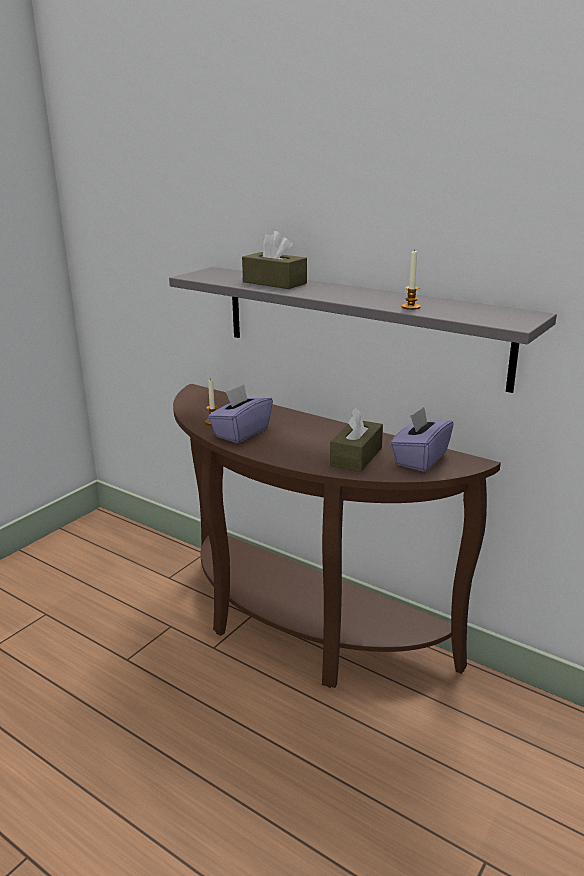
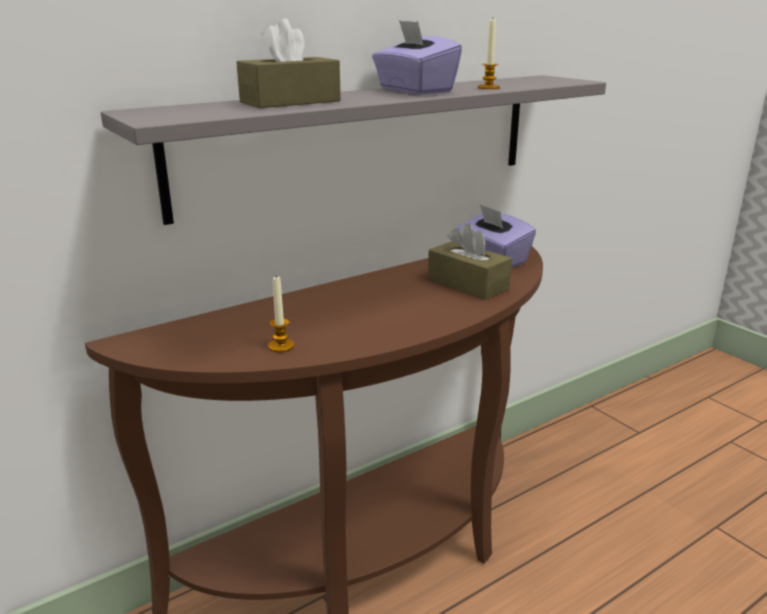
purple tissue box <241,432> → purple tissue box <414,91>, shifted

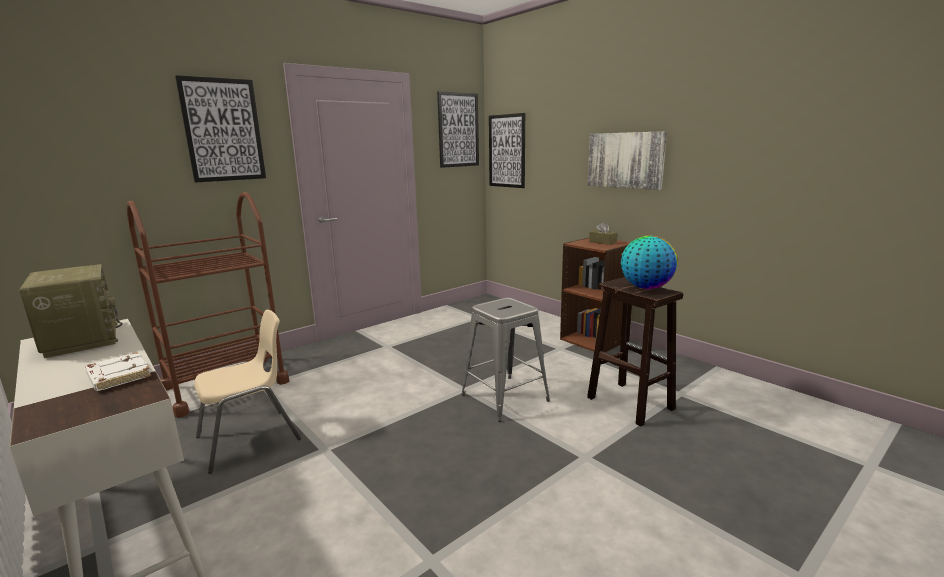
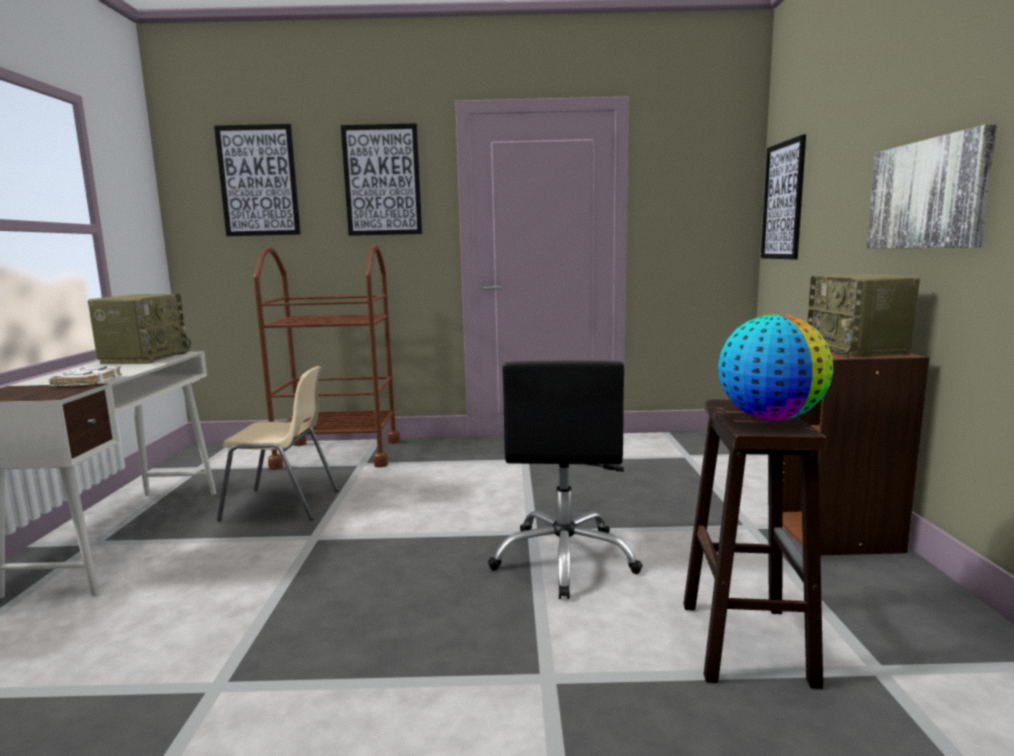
picture <458,130> → picture <258,181>, shifted
brown tissue box <602,242> → radio <857,350>
grey stool <505,397> → black office chair <565,559>

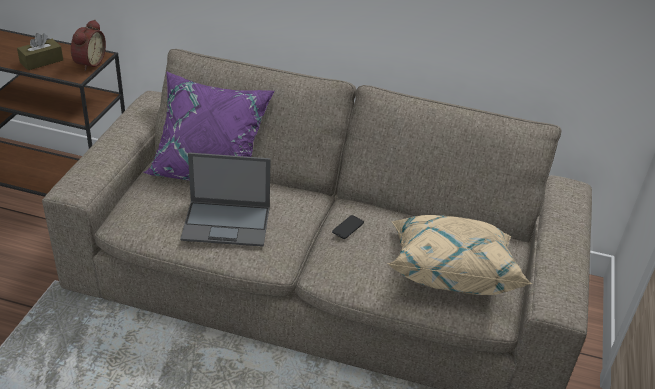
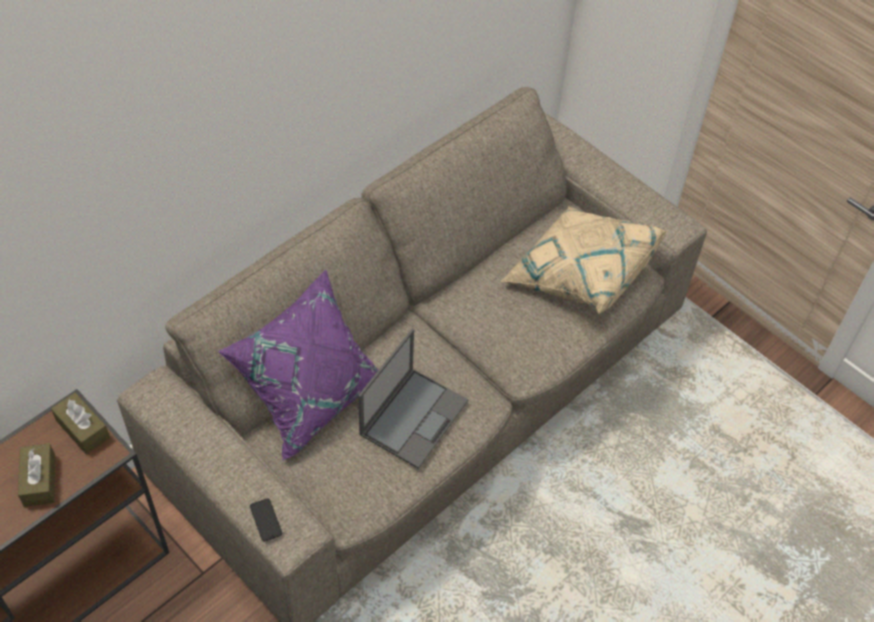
alarm clock <88,63> → brown tissue box <83,429>
phone <348,227> → phone <266,520>, shifted

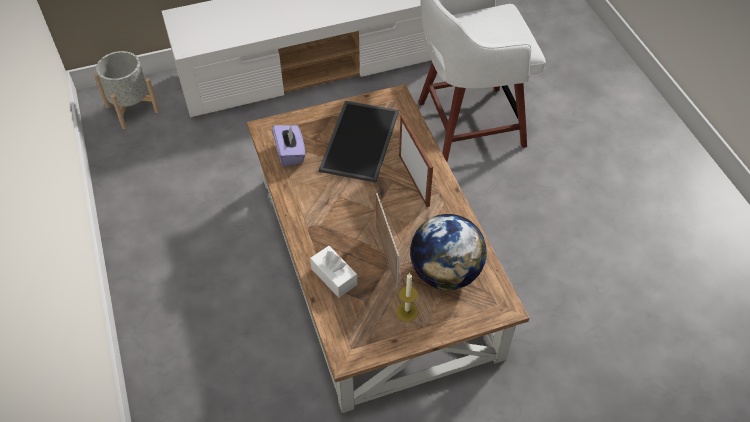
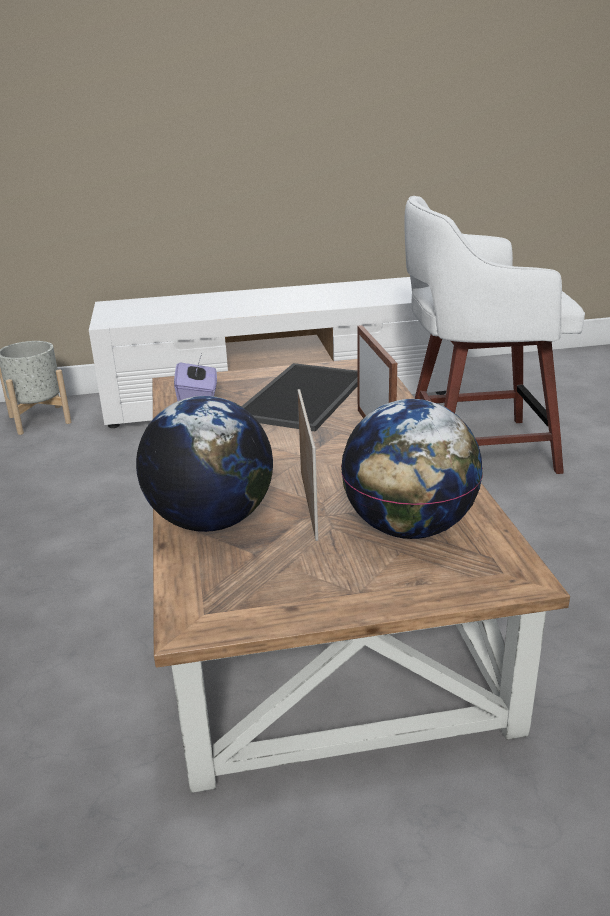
white tissue box <334,276> → globe <210,521>
candle <407,311> → -

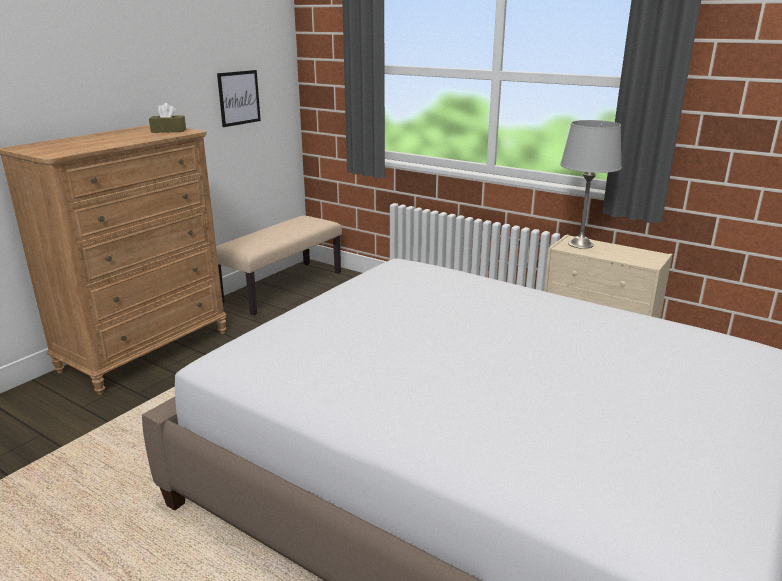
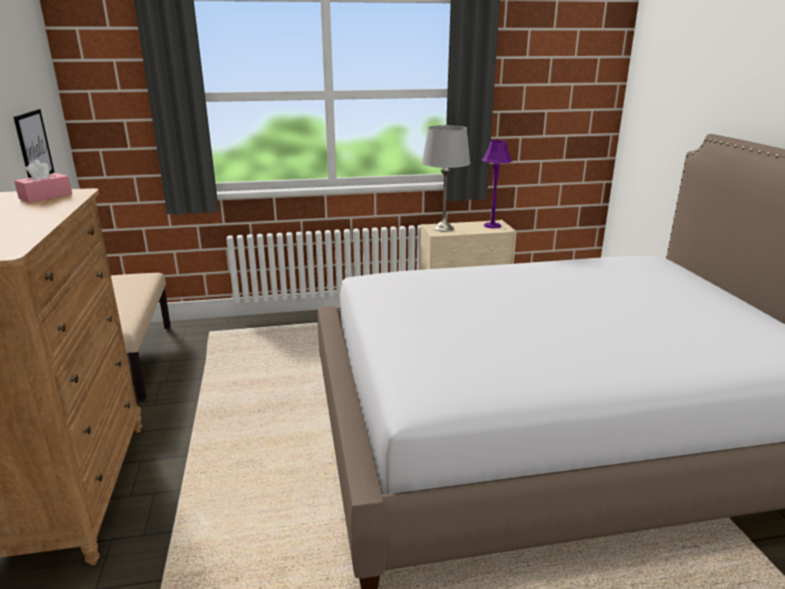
brown tissue box <168,131> → pink tissue box <46,196>
- → purple table lamp <492,226>

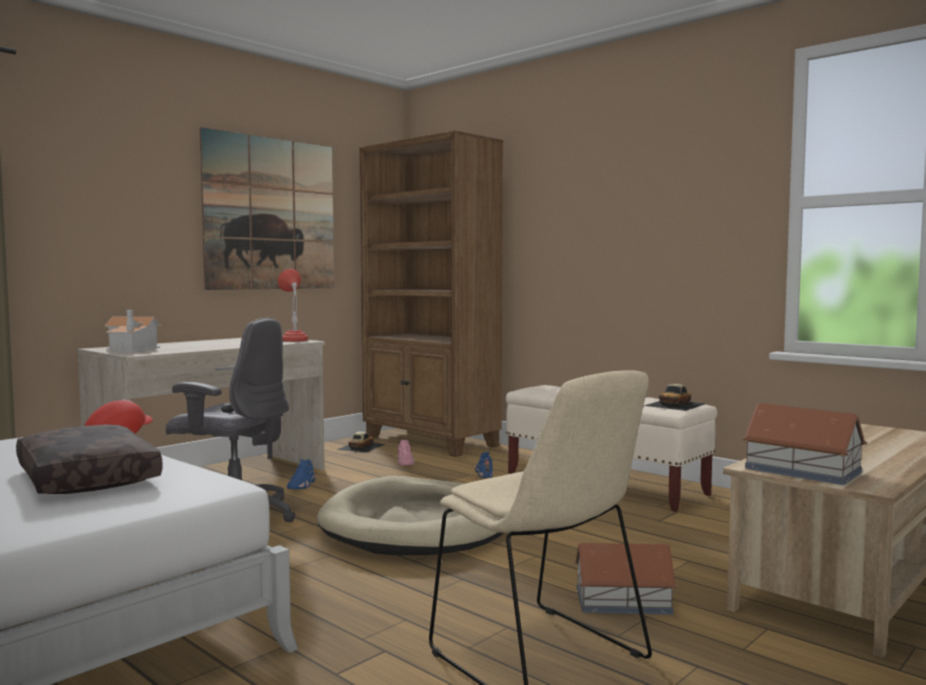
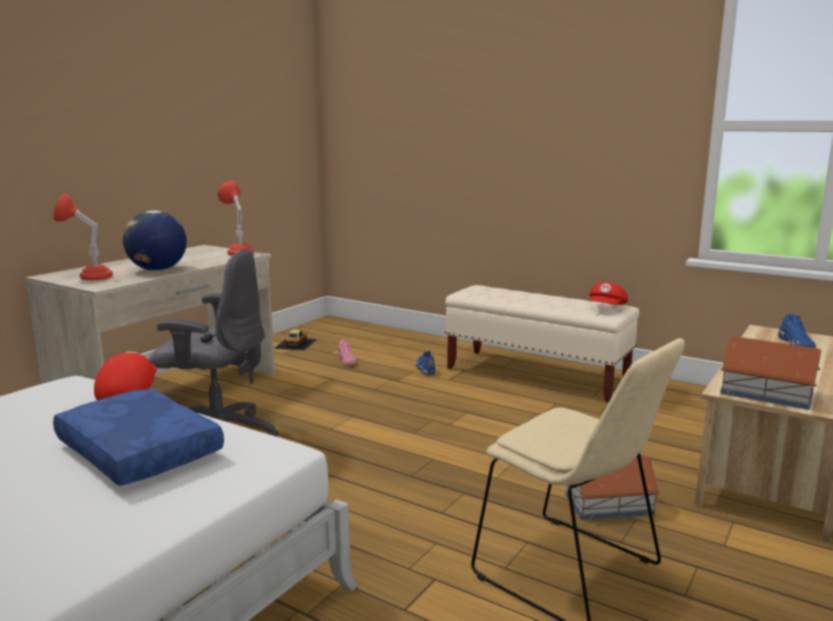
picture <271,214> → -
brown bookcase <431,441> → -
toy house <132,349> → red table lamp <88,277>
toy car <676,404> → red cap <607,308>
brown pillow <84,478> → blue pillow <136,452>
blue shoe <302,485> → blue shoe <796,344>, shifted
beige dog bed <420,525> → -
- → globe <157,270>

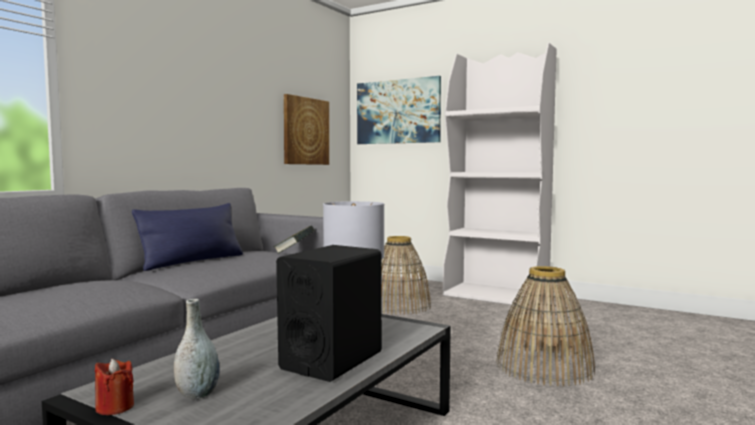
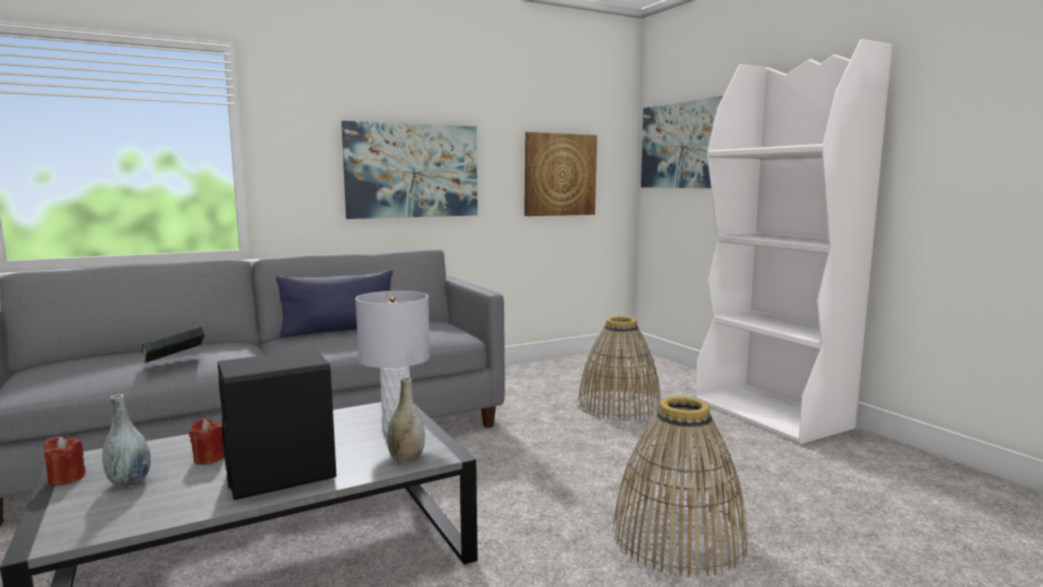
book <294,251> → book <174,361>, shifted
- → picture <412,171>
- → grey vase <406,459>
- → red candle <209,458>

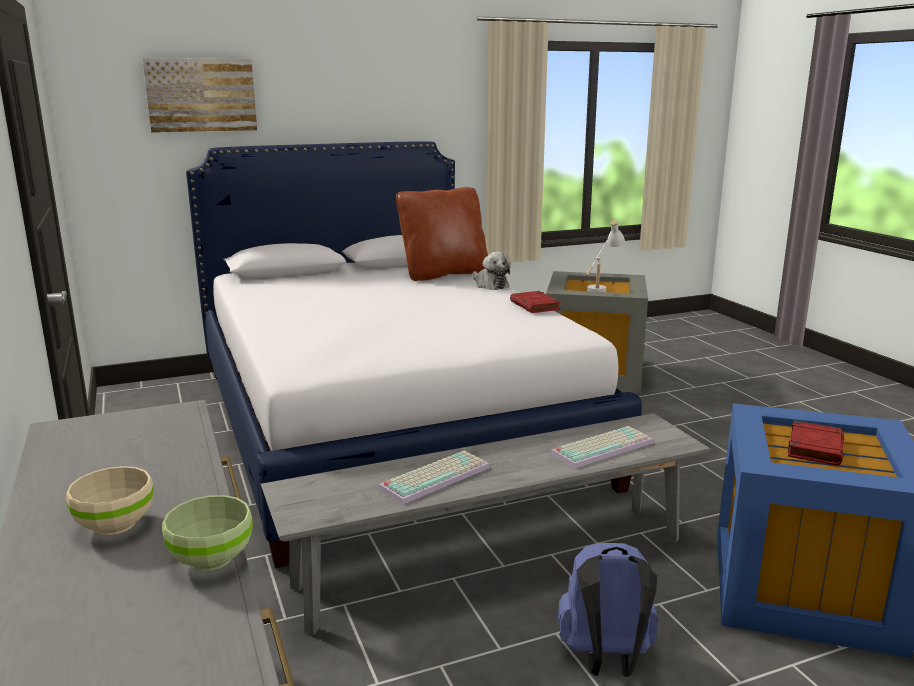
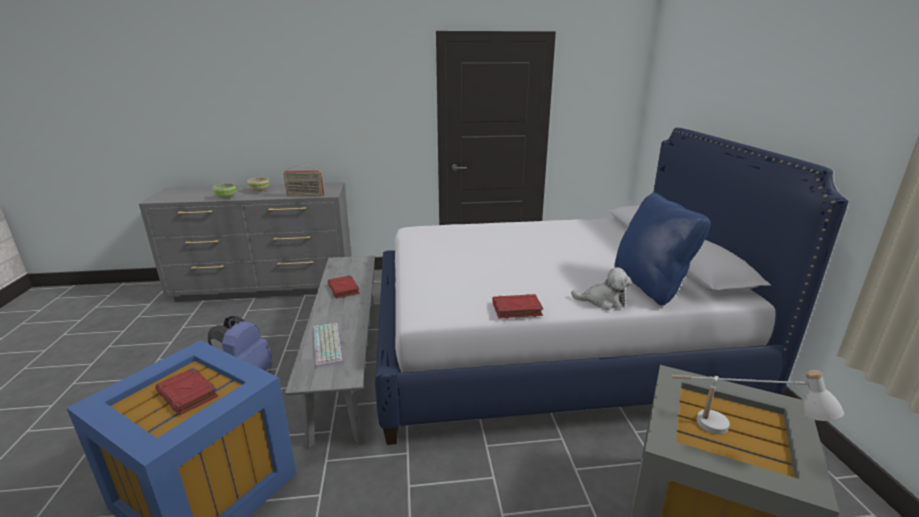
picture <201,95> → -
brown pillow <443,274> → blue pillow <650,286>
plush toy <490,285> → plush toy <603,301>, 150 degrees counterclockwise
keyboard <435,476> → red book <344,289>
- → radio <305,195>

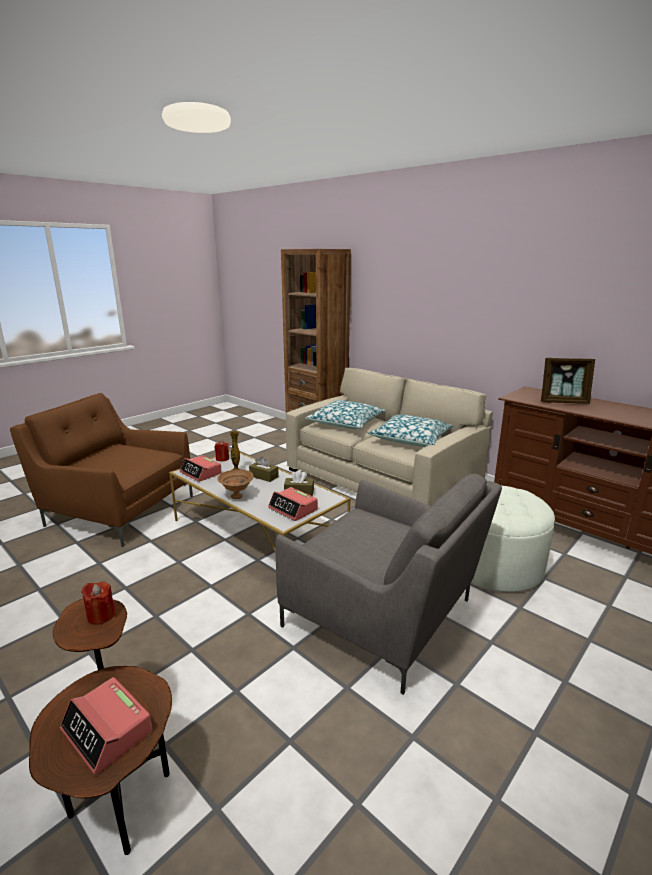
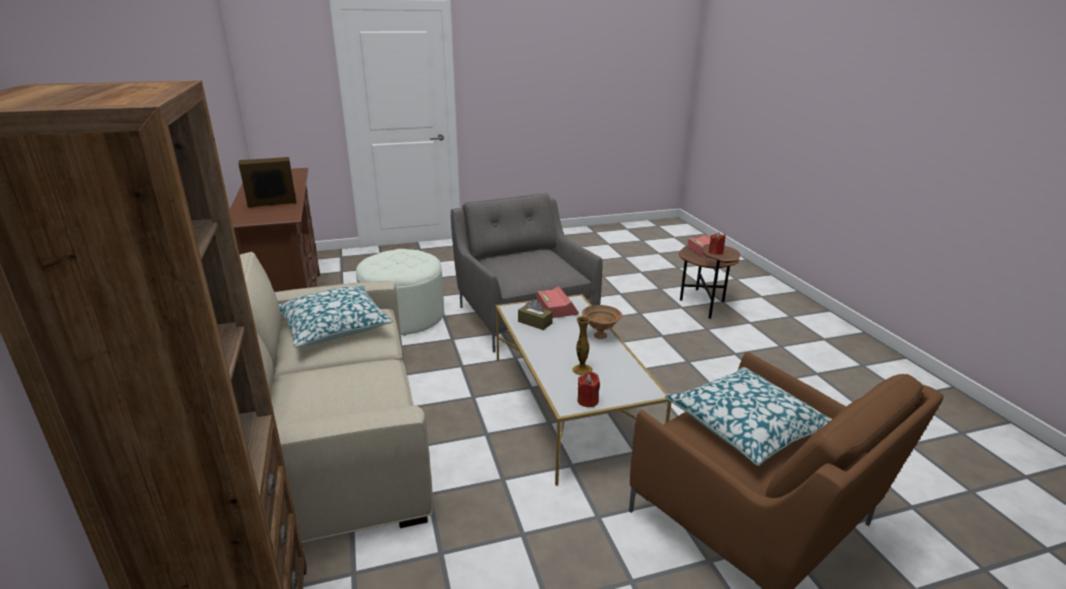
picture frame <563,402> → picture frame <272,204>, 60 degrees counterclockwise
pillow <346,423> → pillow <747,425>, shifted
alarm clock <201,473> → -
brown tissue box <264,476> → -

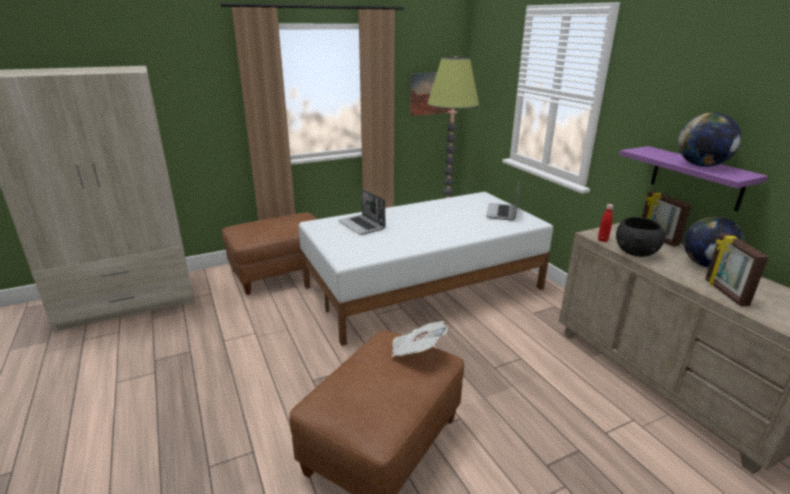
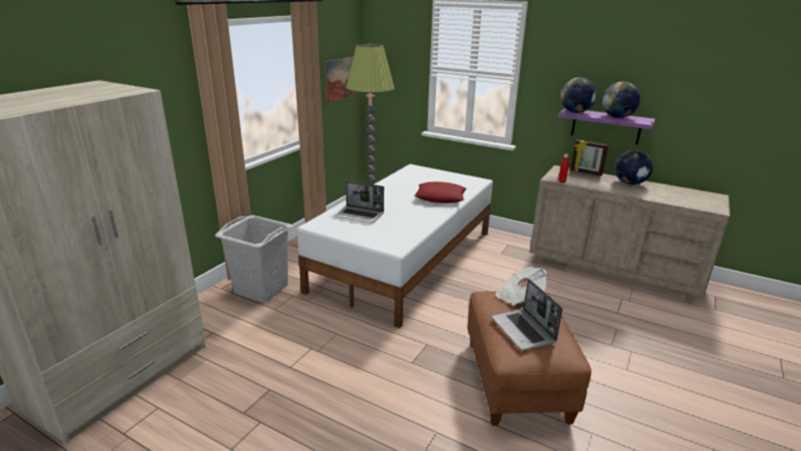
laptop <502,213> → laptop <524,331>, shifted
brown ottoman <281,272> → grey laundry basket <261,288>
black bowl <636,253> → -
picture frame <725,292> → -
- → globe <575,112>
- → red pillow <440,197>

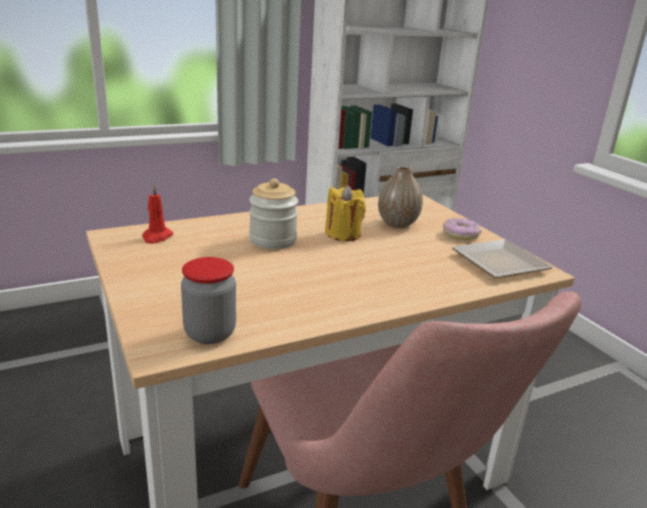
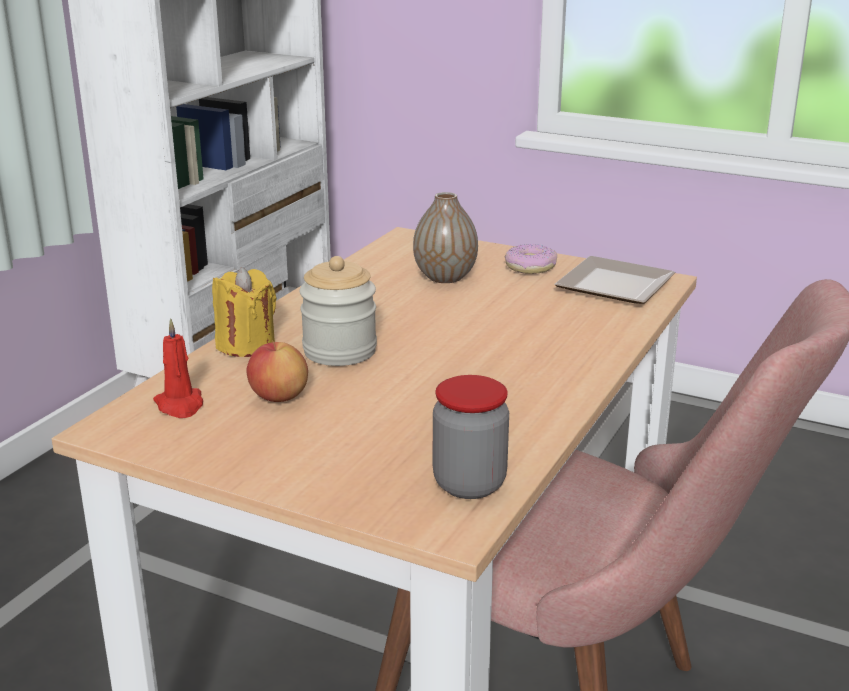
yellow candle <343,234> → yellow candle <246,345>, shifted
- → apple <278,397>

